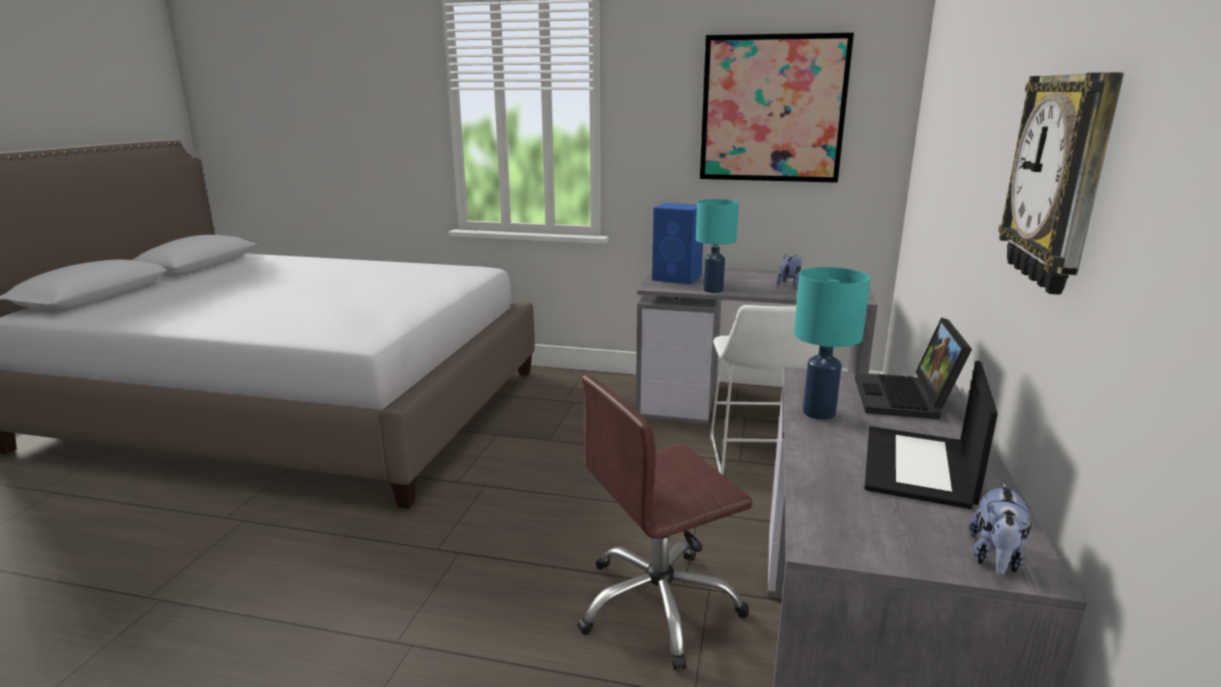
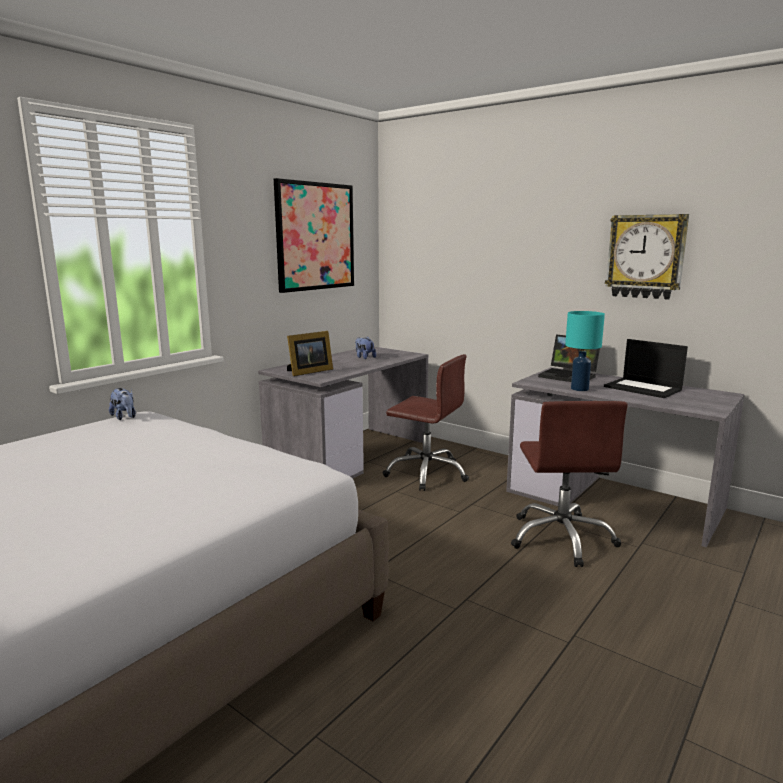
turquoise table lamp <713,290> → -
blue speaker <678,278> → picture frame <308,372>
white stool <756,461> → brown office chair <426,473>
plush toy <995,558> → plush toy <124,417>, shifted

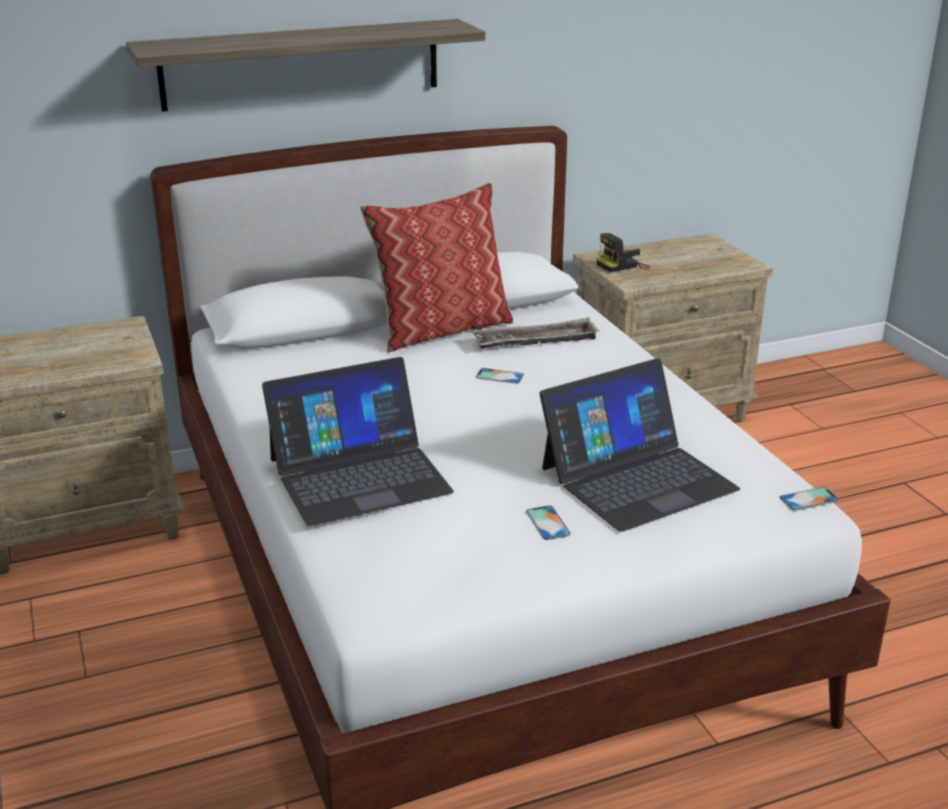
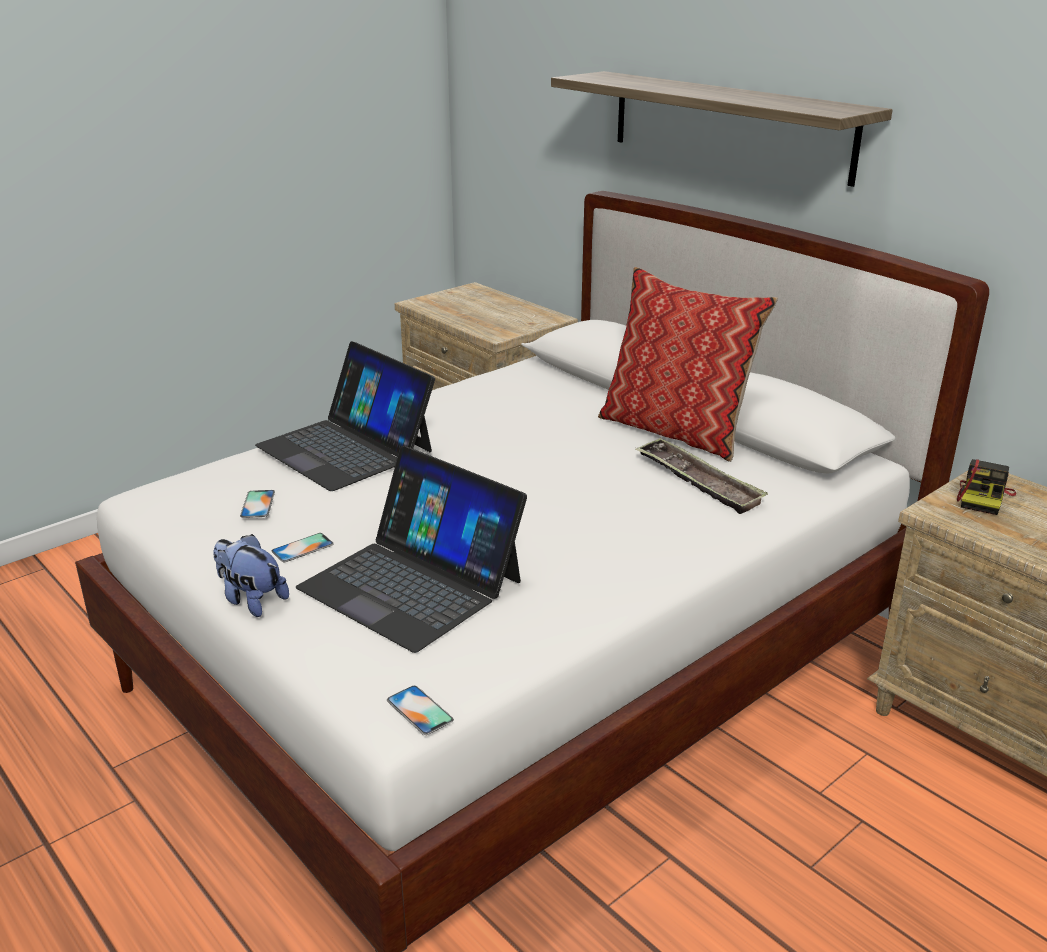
photo camera <622,265> → photo camera <983,498>, 105 degrees counterclockwise
phone <499,376> → phone <258,504>, shifted
- → plush toy <251,600>

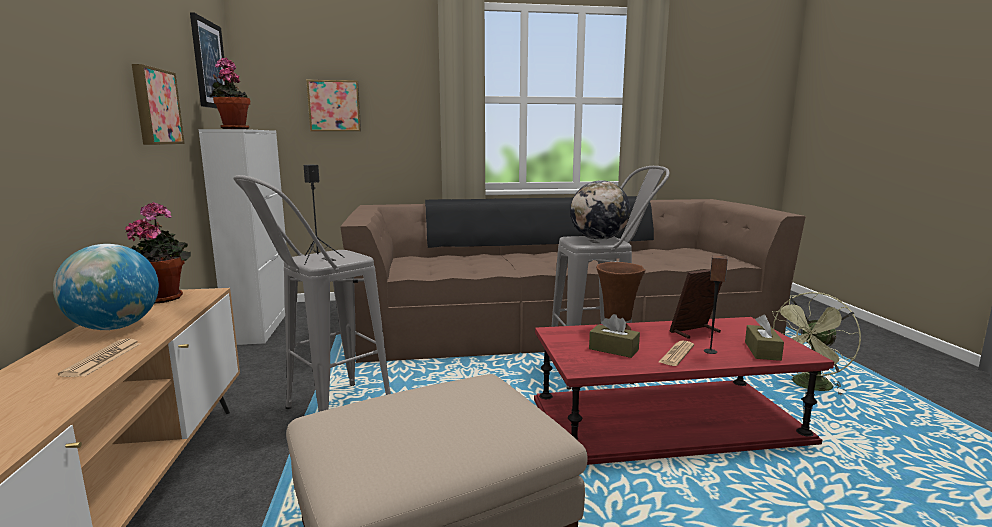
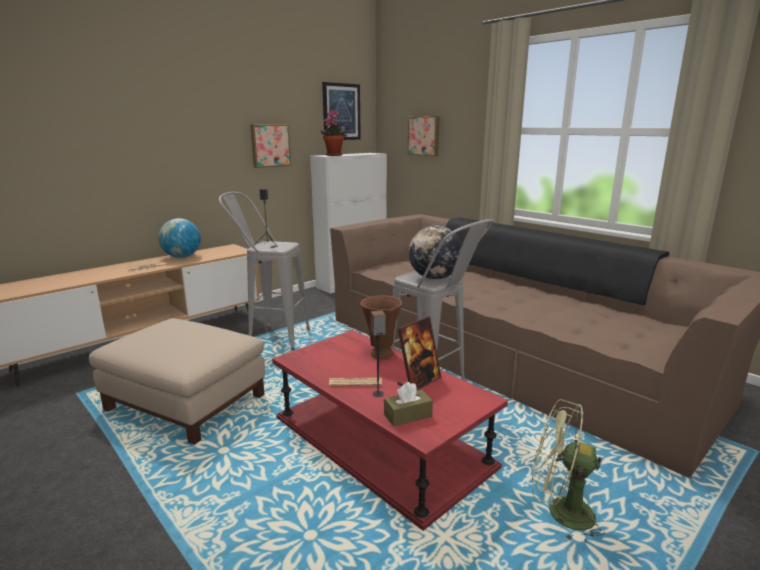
potted plant <164,297> → -
picture frame <695,332> → picture frame <419,381>, 105 degrees clockwise
brown tissue box <613,349> → -

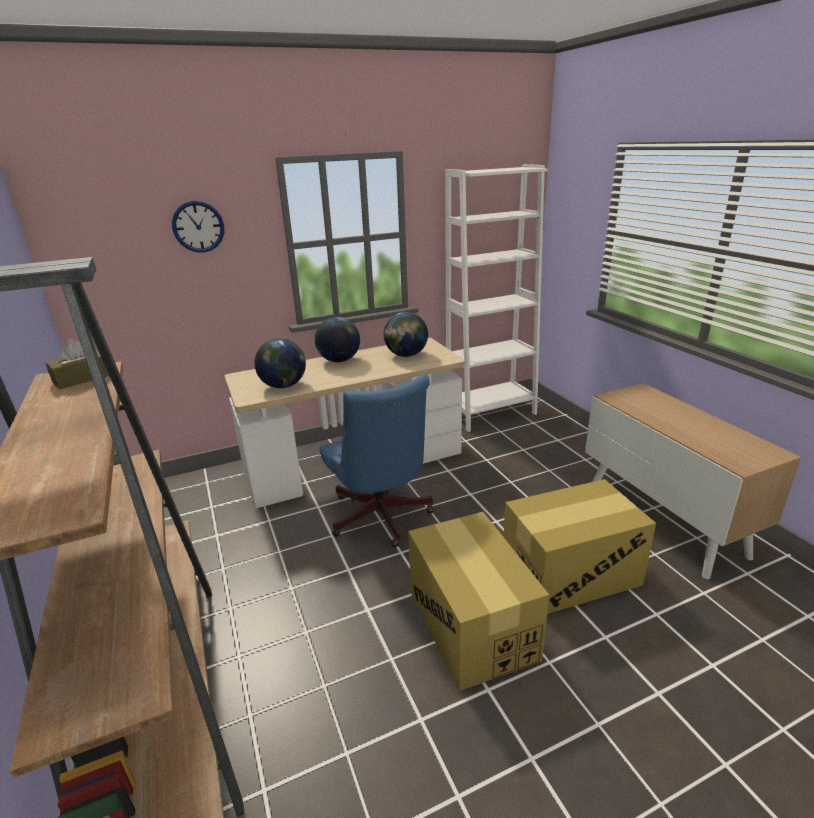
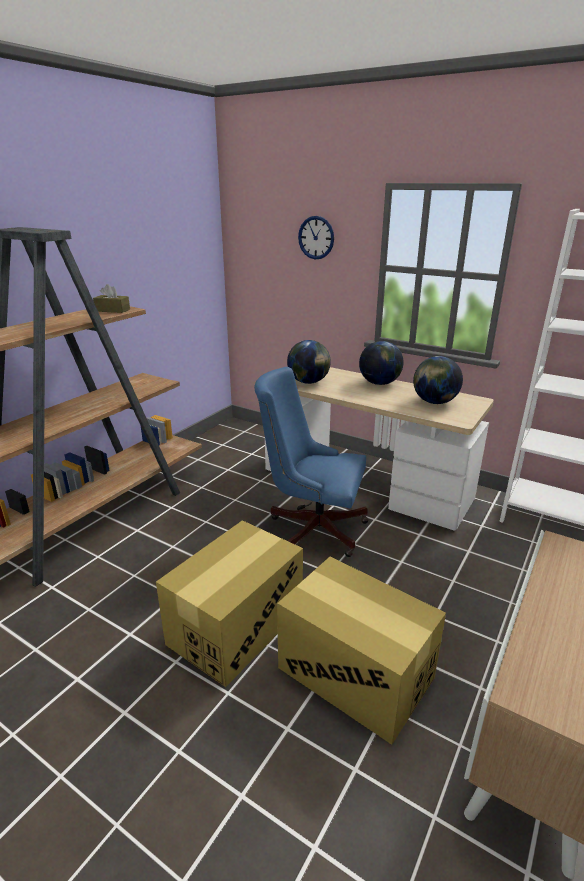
blue office chair <381,519> → blue office chair <312,527>, 75 degrees clockwise

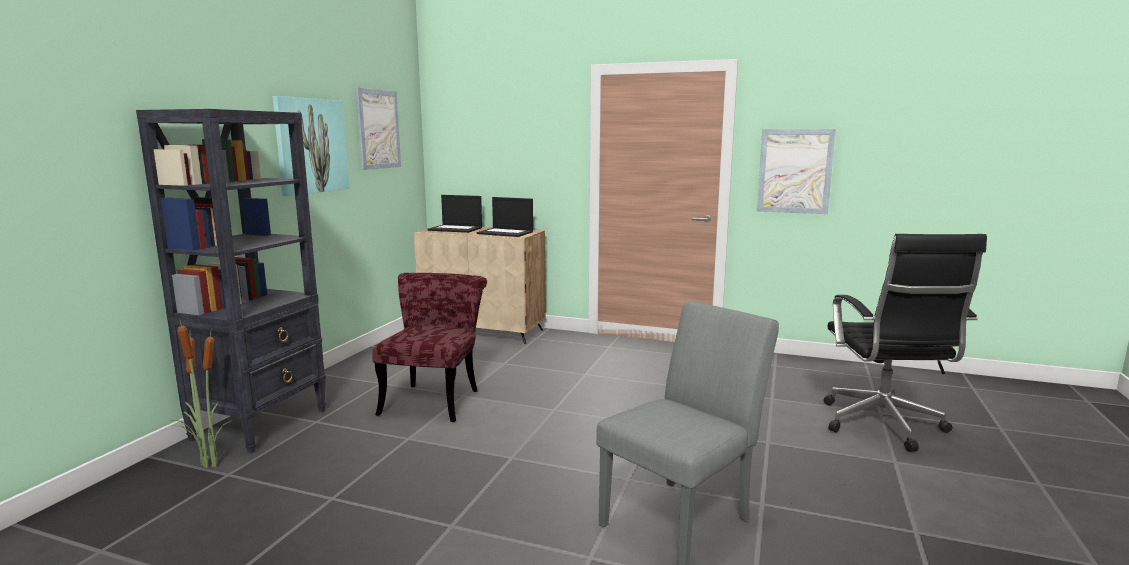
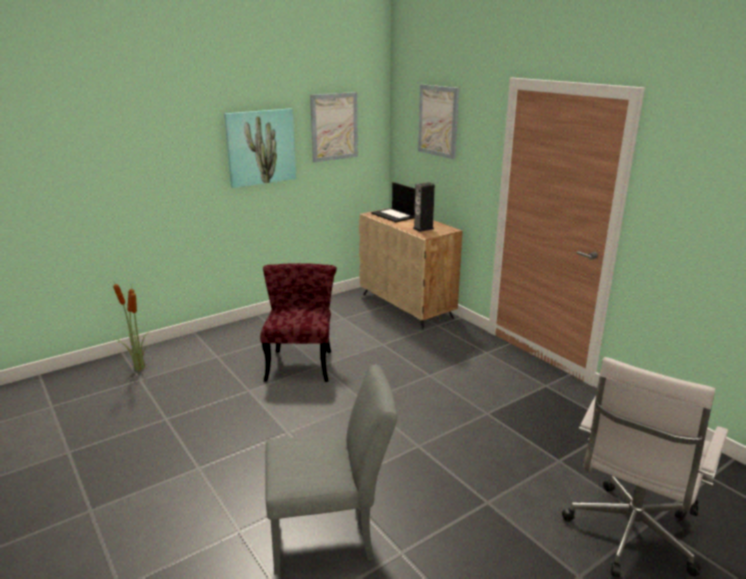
black bookcase <261,424> → -
picture <794,171> → picture <438,121>, shifted
laptop <506,233> → speaker <423,228>
black office chair <883,426> → white office chair <628,537>
red chair <434,398> → red chair <301,361>, 45 degrees counterclockwise

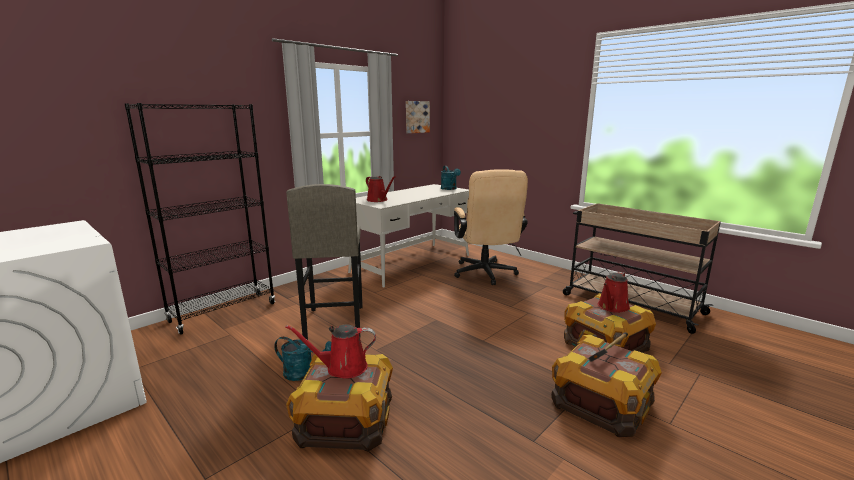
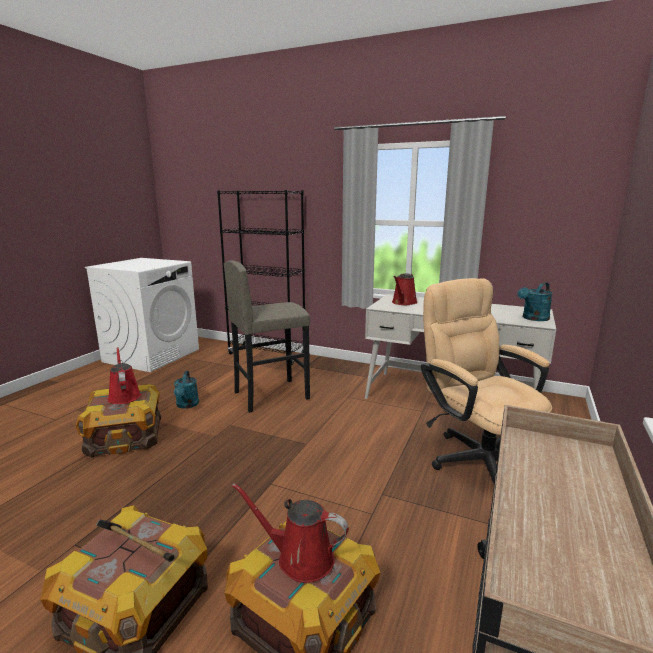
picture <416,117> → -
beige office chair <485,275> → beige office chair <476,457>, 90 degrees clockwise

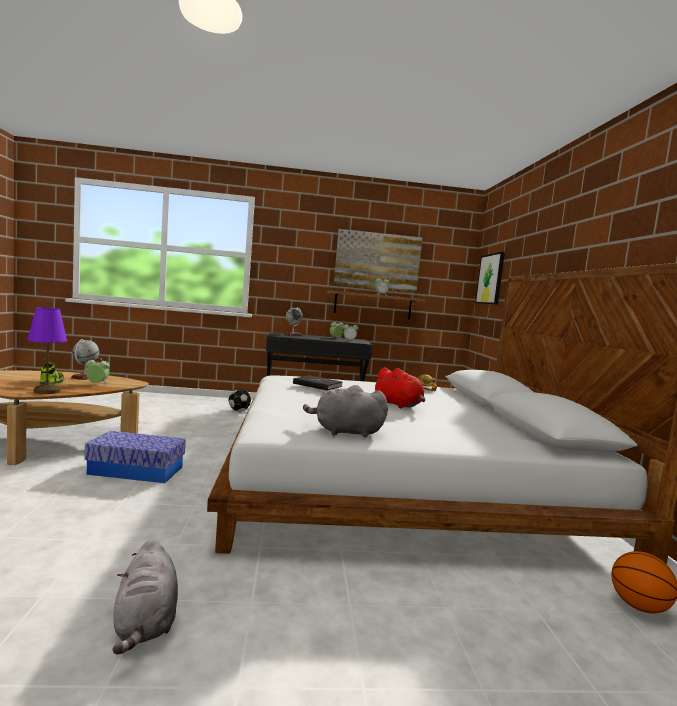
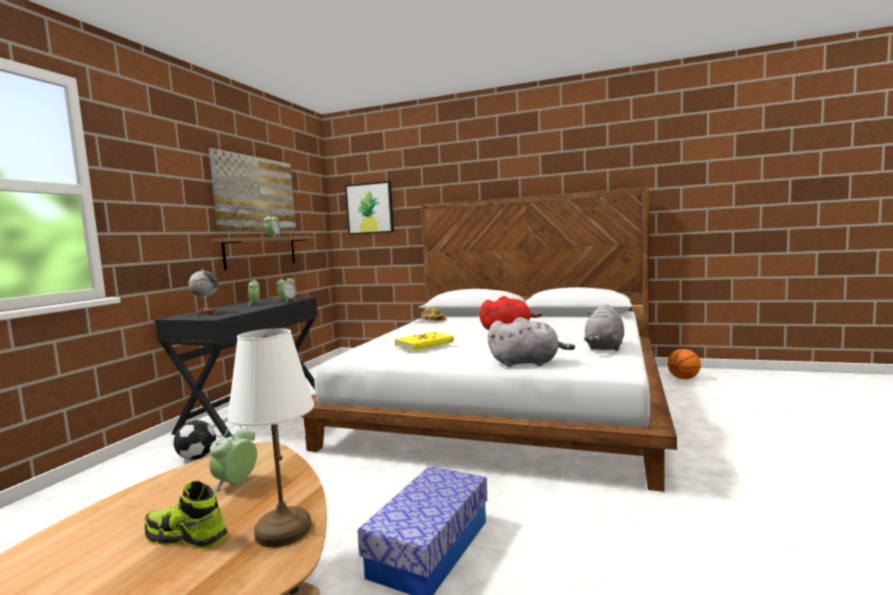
purple table lamp <47,391> → white table lamp <282,530>
globe <85,377> → -
black book <317,385> → yellow book <424,343>
grey plush toy <146,623> → grey plush toy <527,363>, shifted

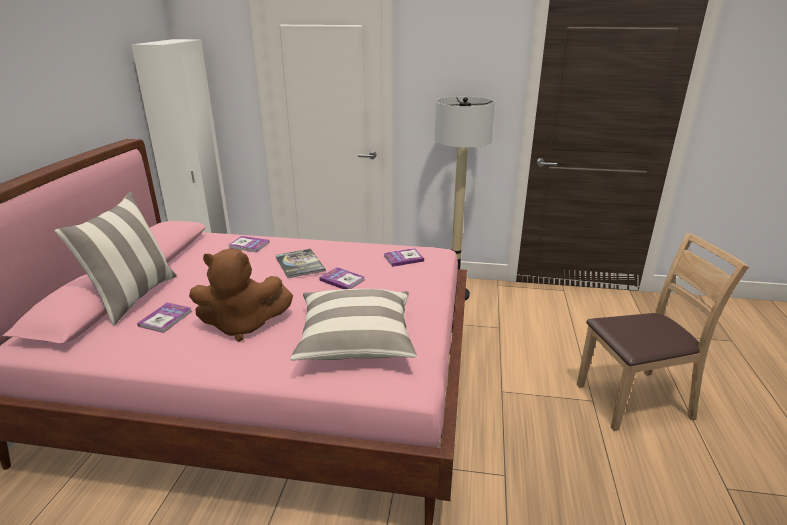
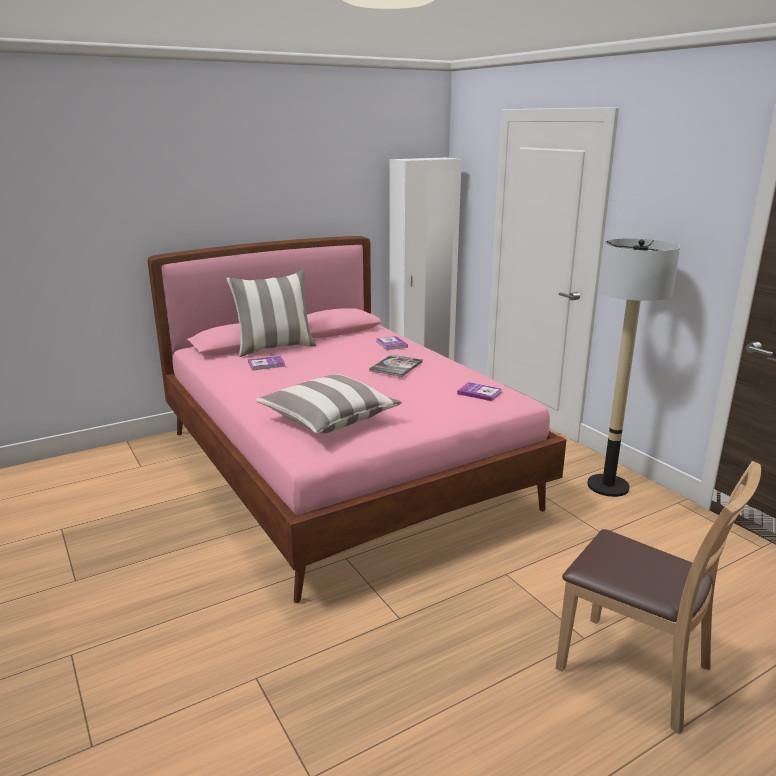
brown plush toy <242,325> → -
book <342,280> → -

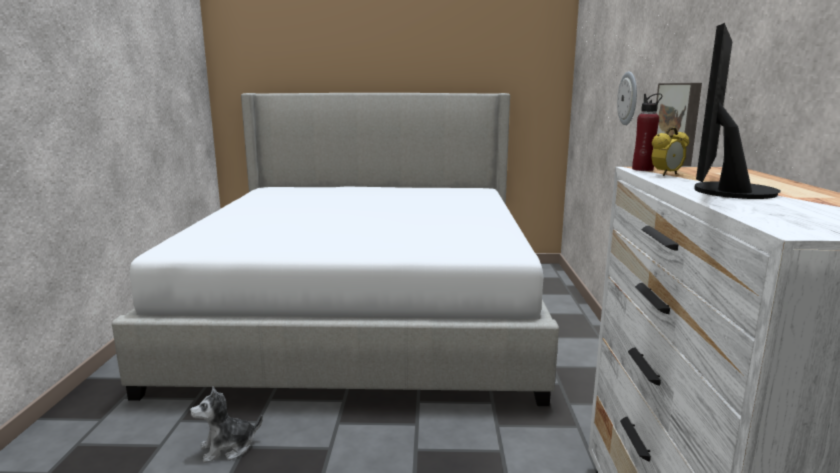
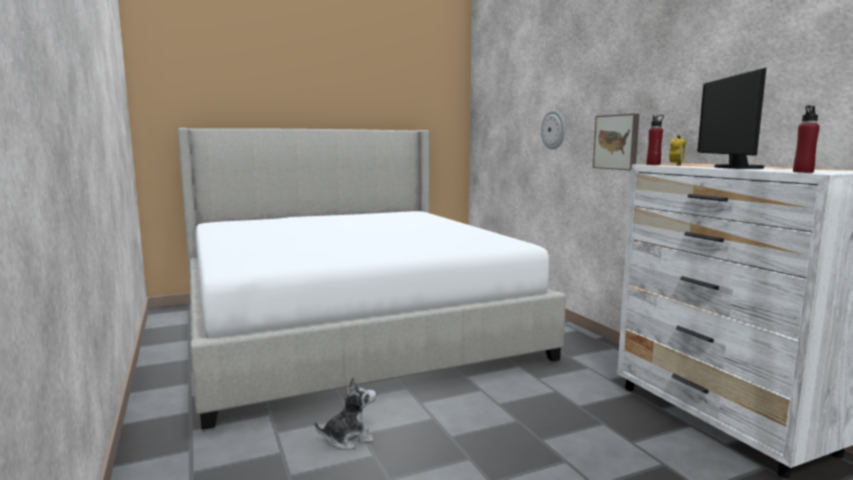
plush toy <228,448> → plush toy <348,439>, 150 degrees counterclockwise
- → red bottle <803,172>

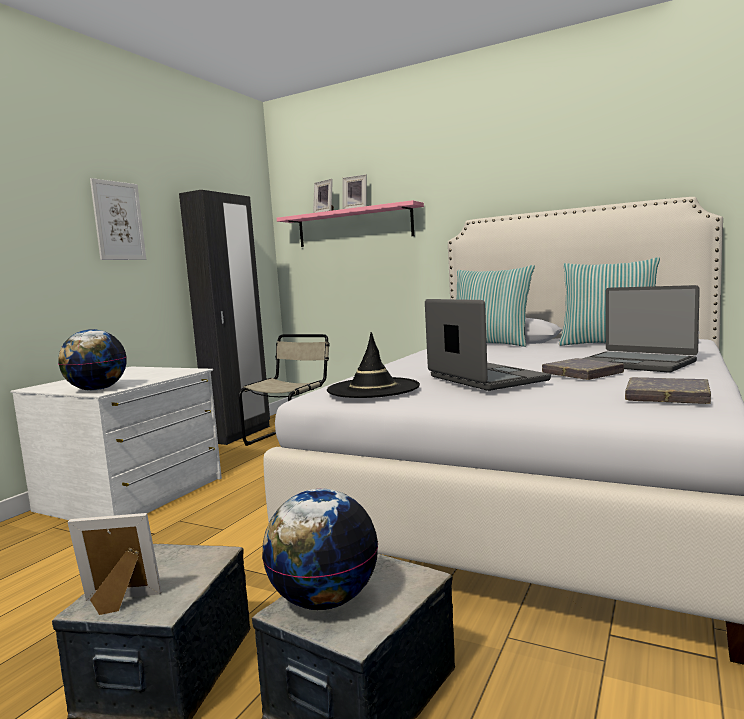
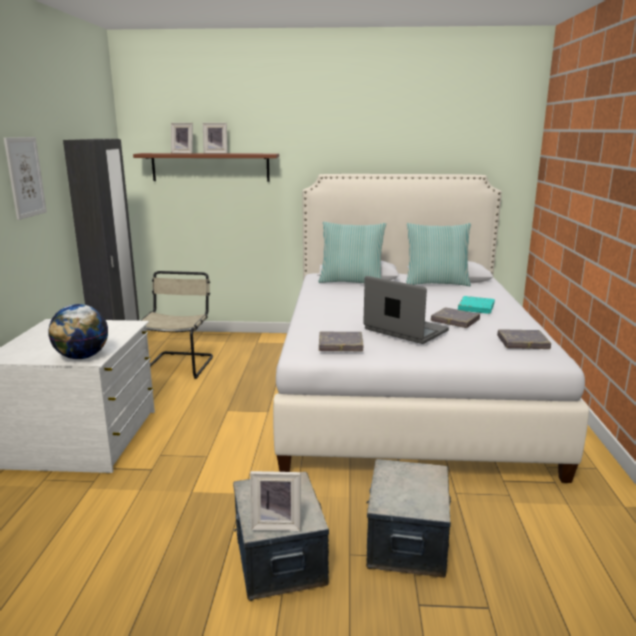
pink shelf <354,226> → brown shelf <210,167>
laptop <636,363> → turquoise book <476,308>
black hat <373,388> → grey book <340,345>
globe <324,600> → -
picture frame <119,604> → picture frame <276,523>, 150 degrees counterclockwise

